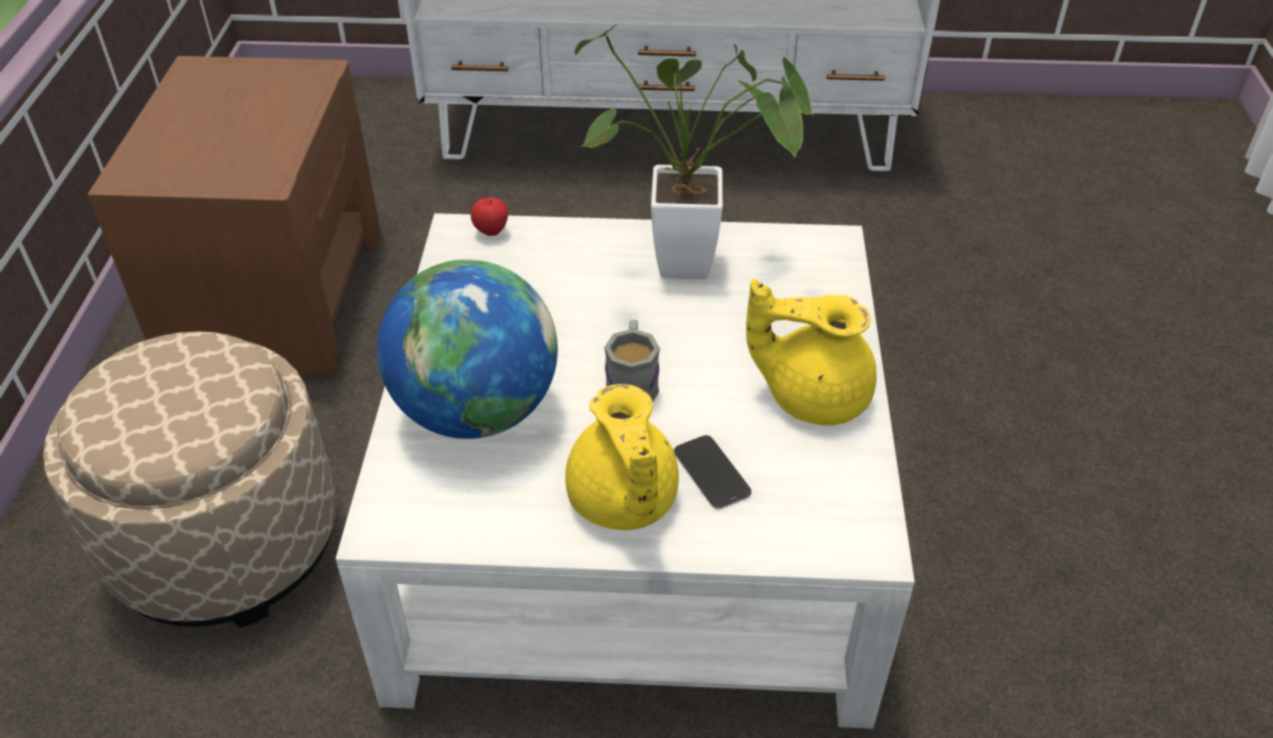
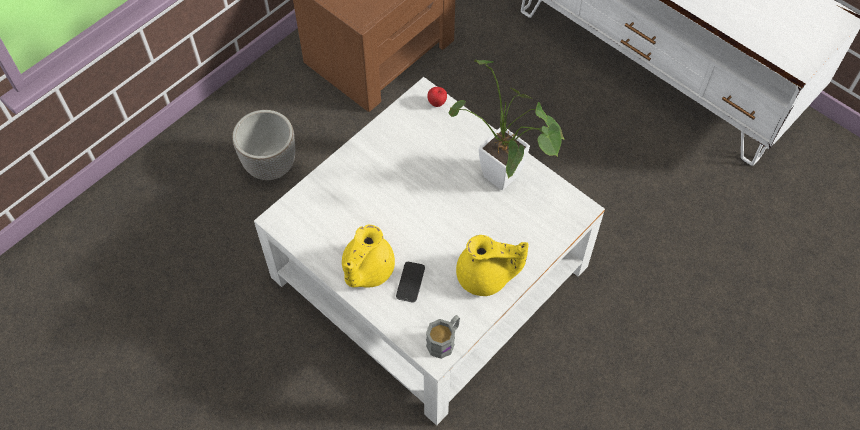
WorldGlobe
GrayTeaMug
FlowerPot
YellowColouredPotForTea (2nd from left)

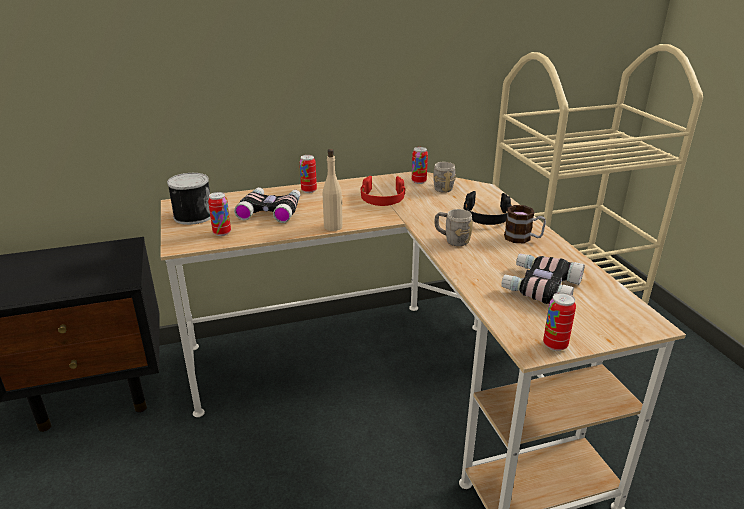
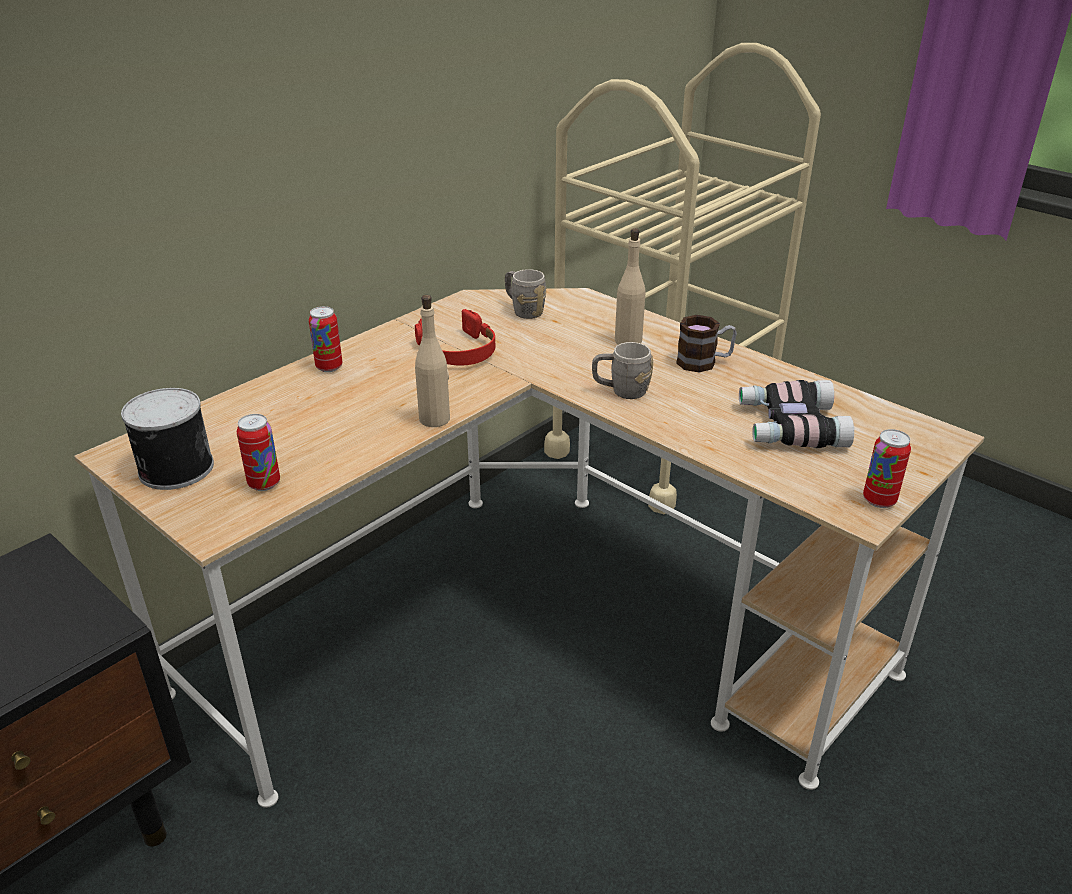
FieldGlasses (1st from left in the first image)
Can (4th from left in the first image)
BeigeDrinkBottle (2nd from left)

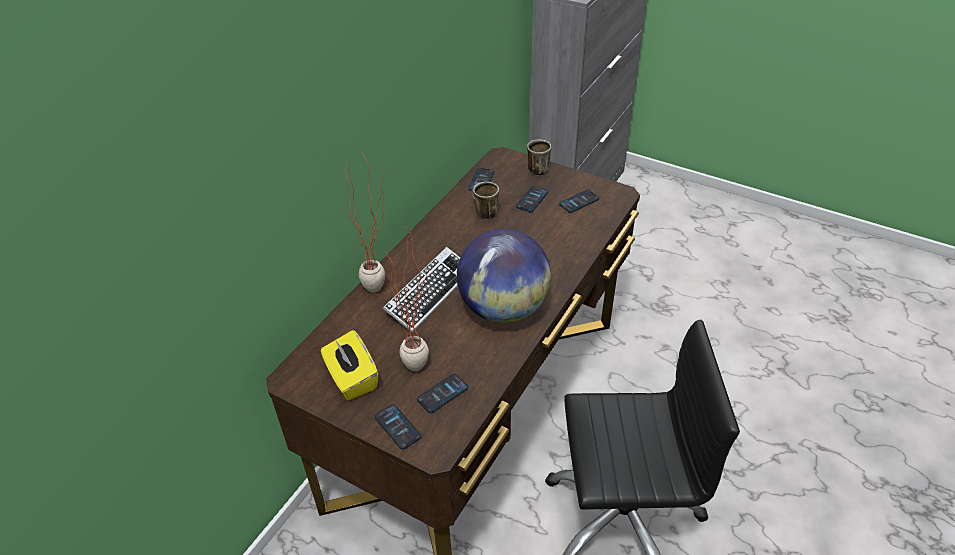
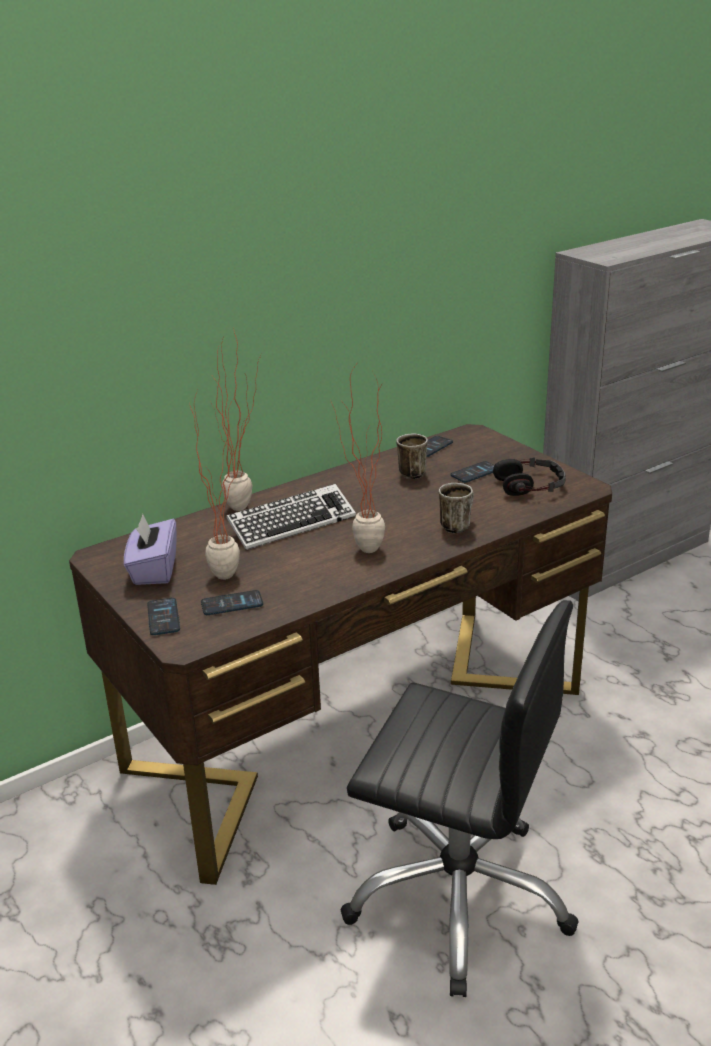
TeaMug (2nd from left)
PottedPlant (3rd from left)
Headset
PurplishTissueBox

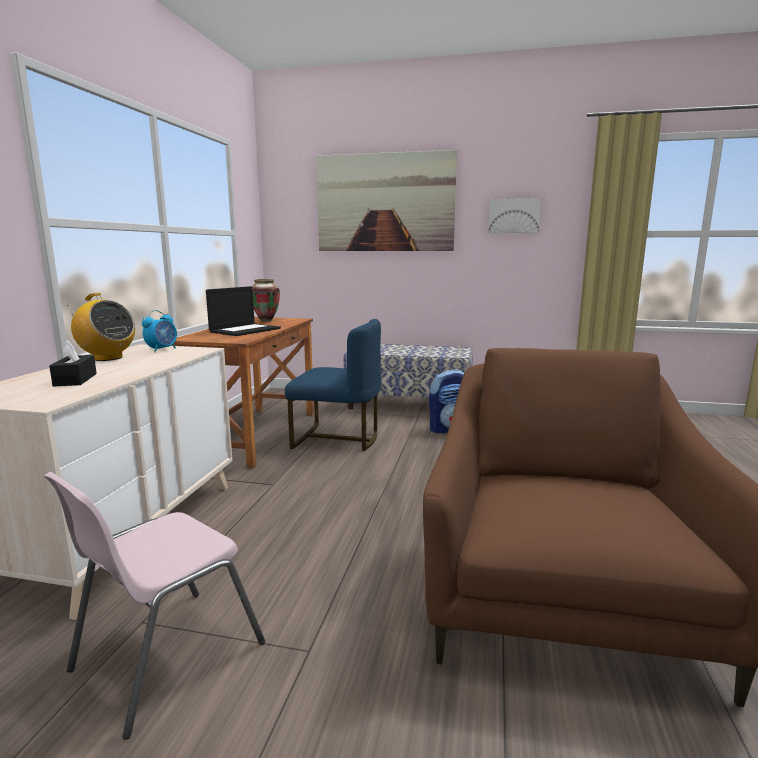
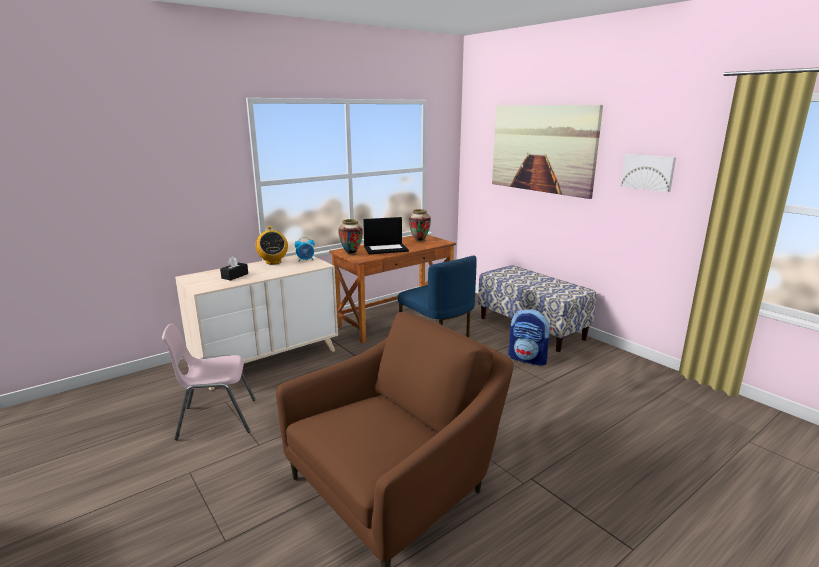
DecorativeVase (1st from left)

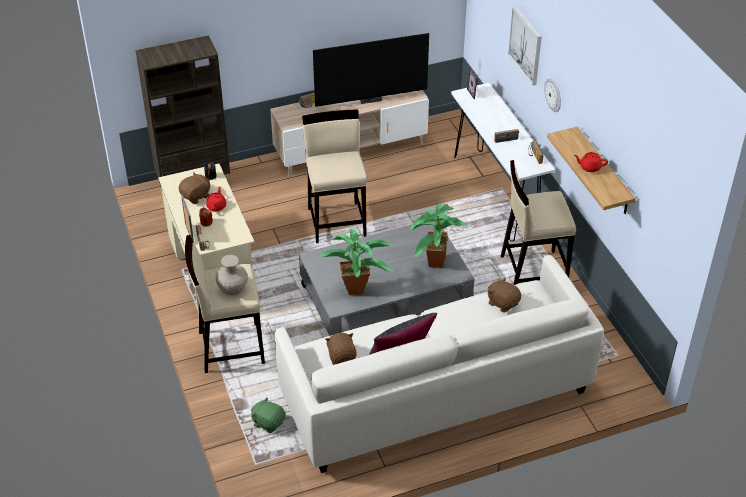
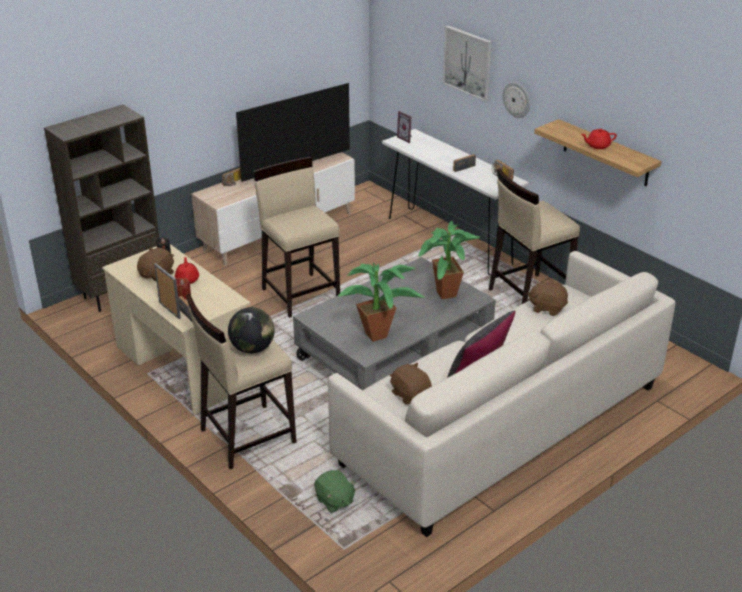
WorldGlobe
GreenColouredCuddlyToy

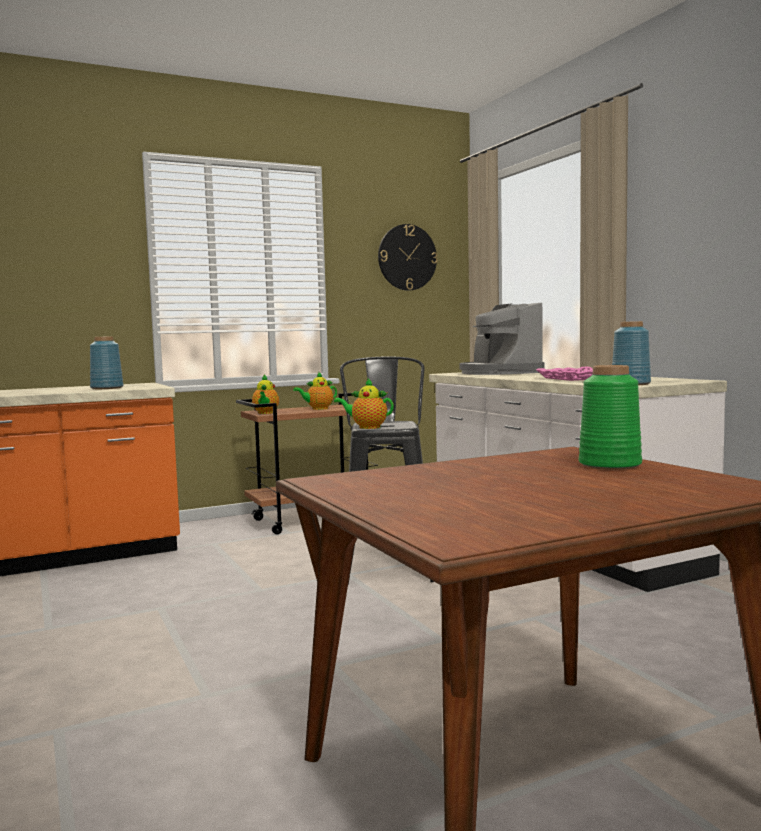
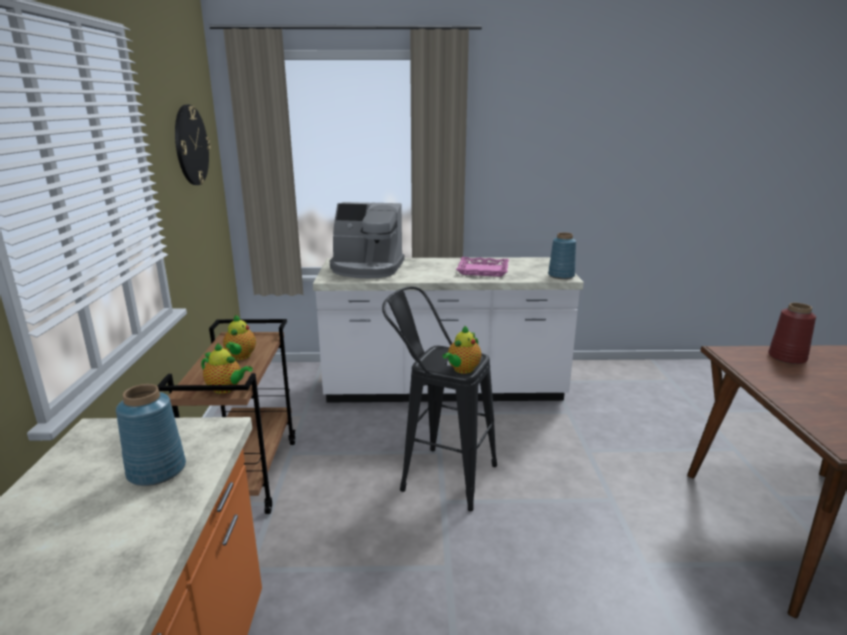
RedDecorativeVase

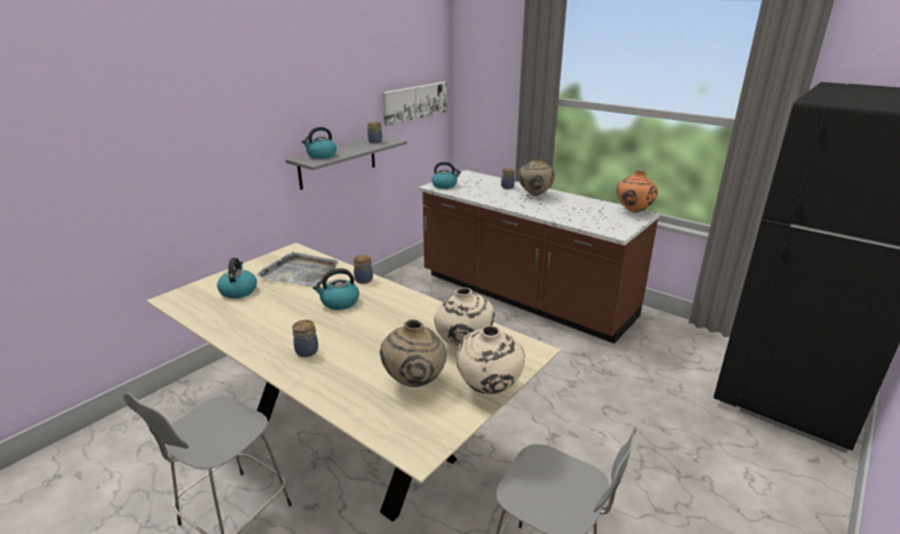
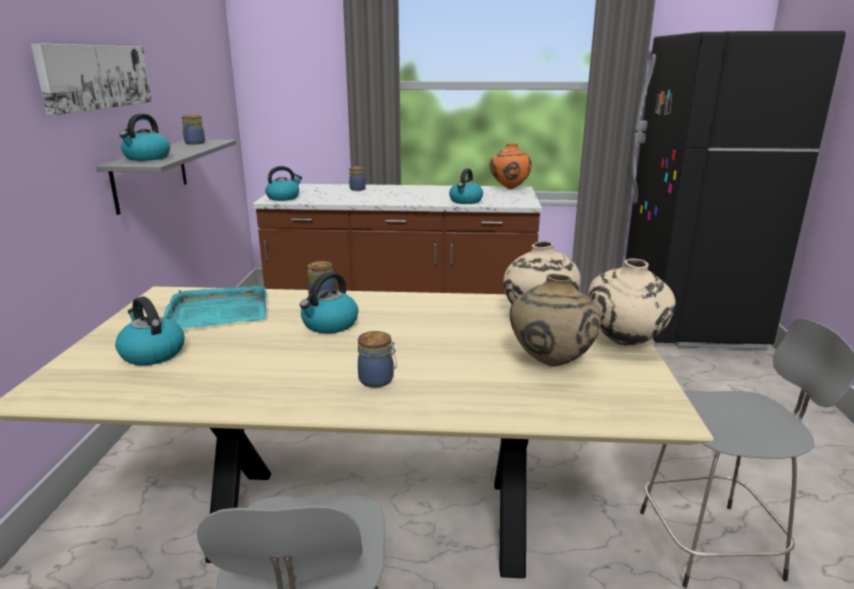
BeigeDecorativeVase (4th from left in the first image)
TeaKettle (5th from left)
WallArt
TurquoiseCarryingTray

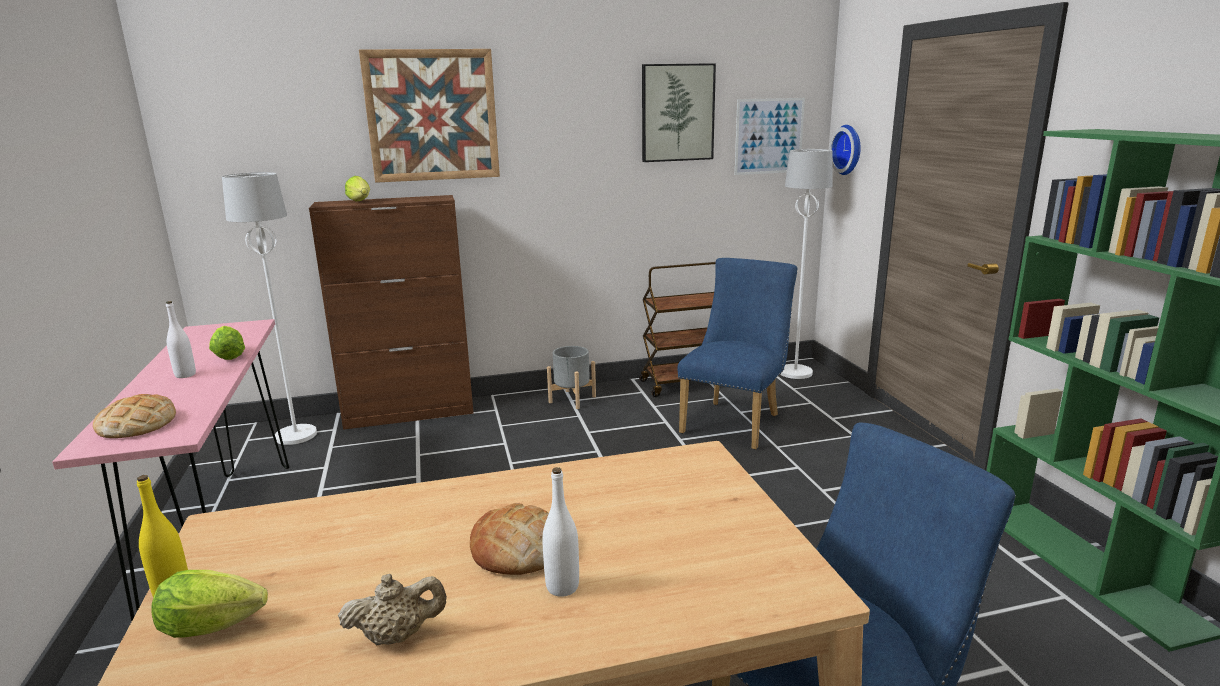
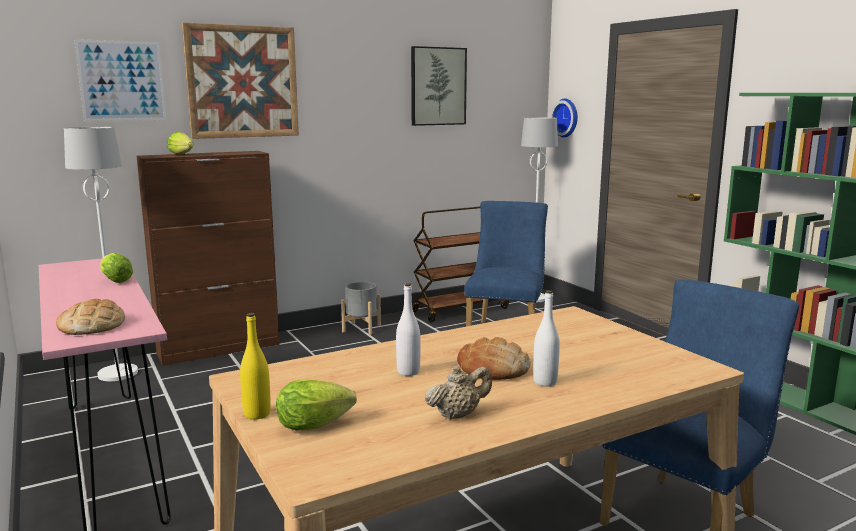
WhiteDrinkBottle (1st from left)
WallArt (1st from left)

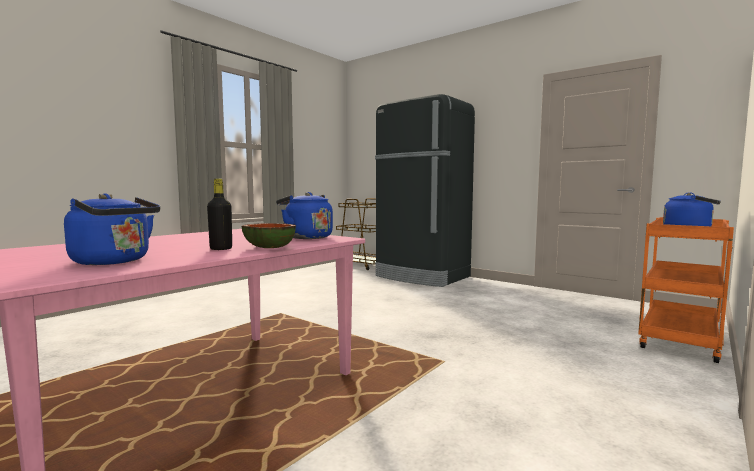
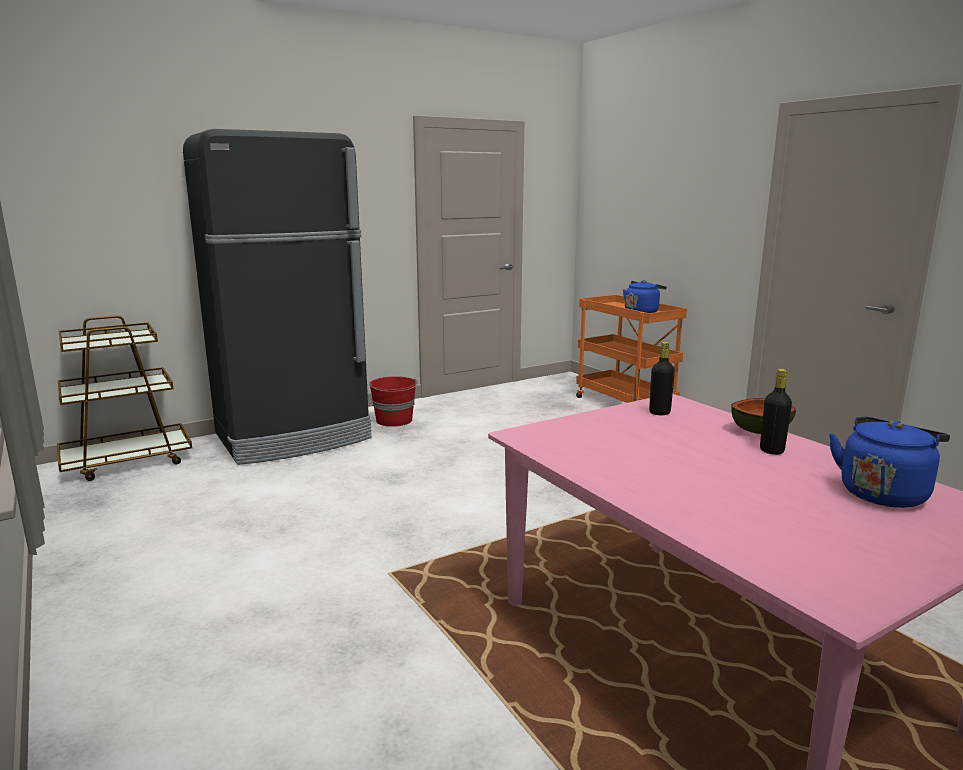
RedWaterBucket
BlackColouredDrinkBottle (1st from left)

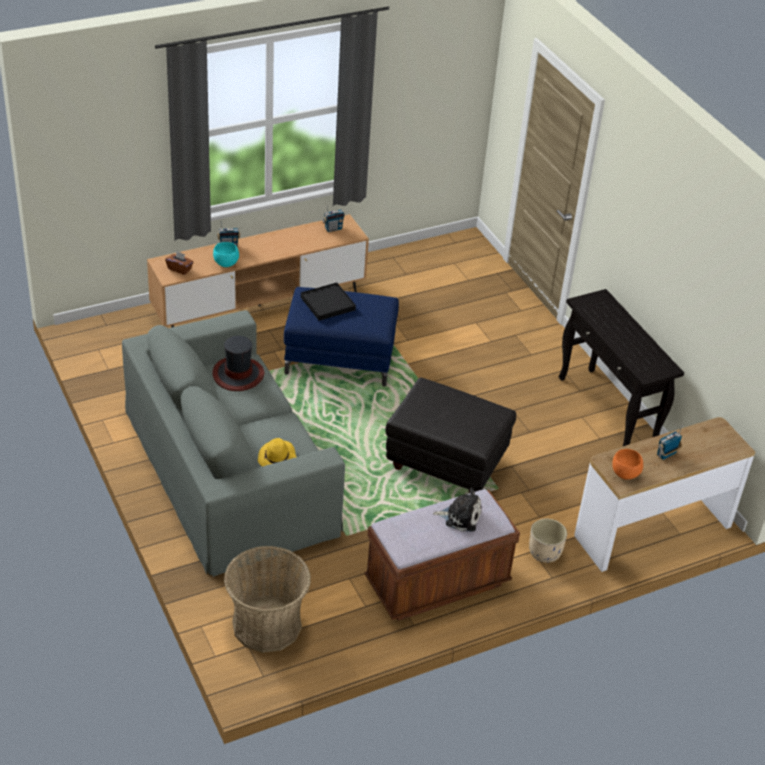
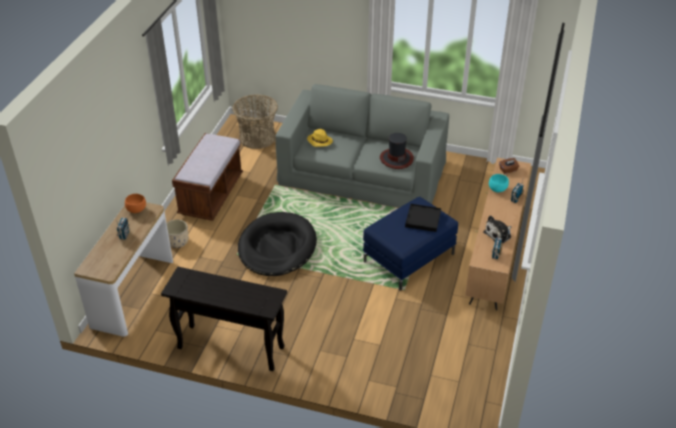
CuddlyToy
BlackColouredDogCushion

